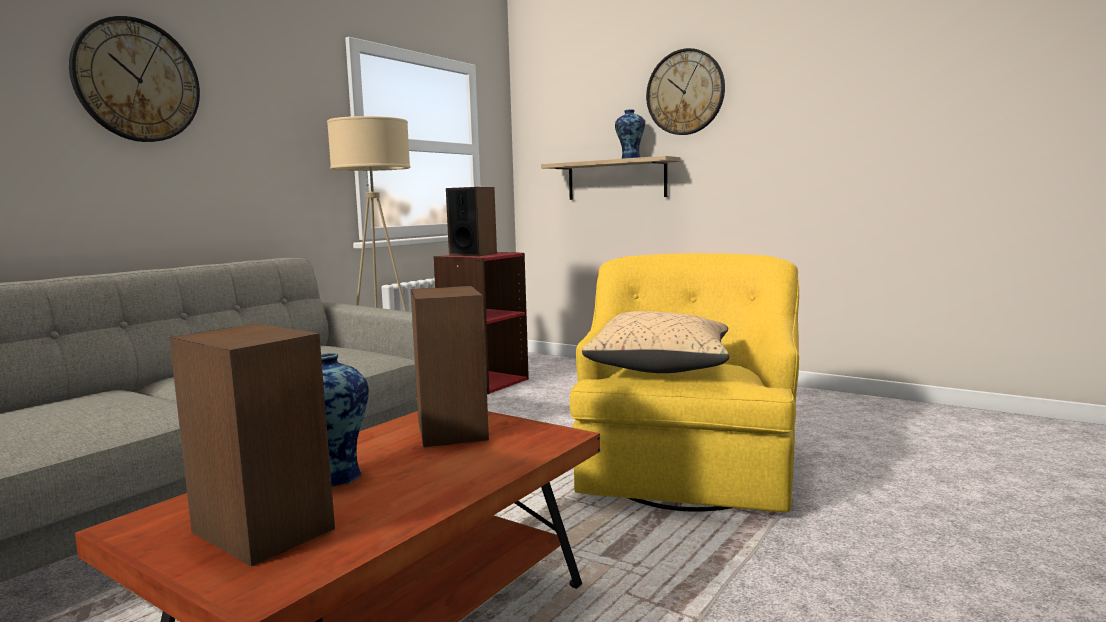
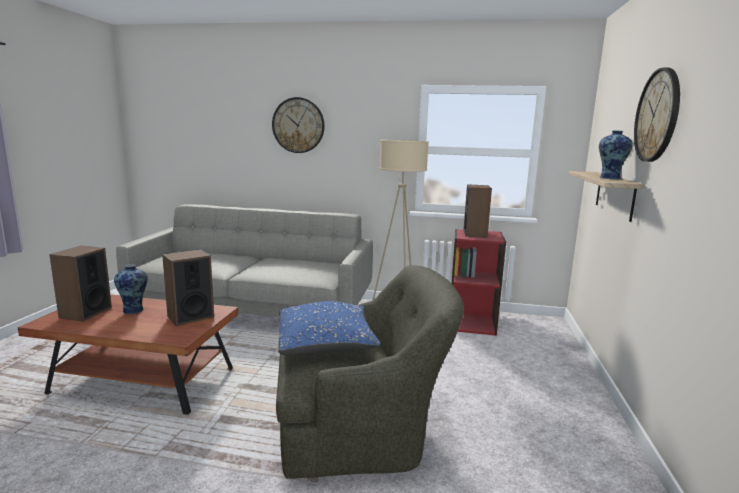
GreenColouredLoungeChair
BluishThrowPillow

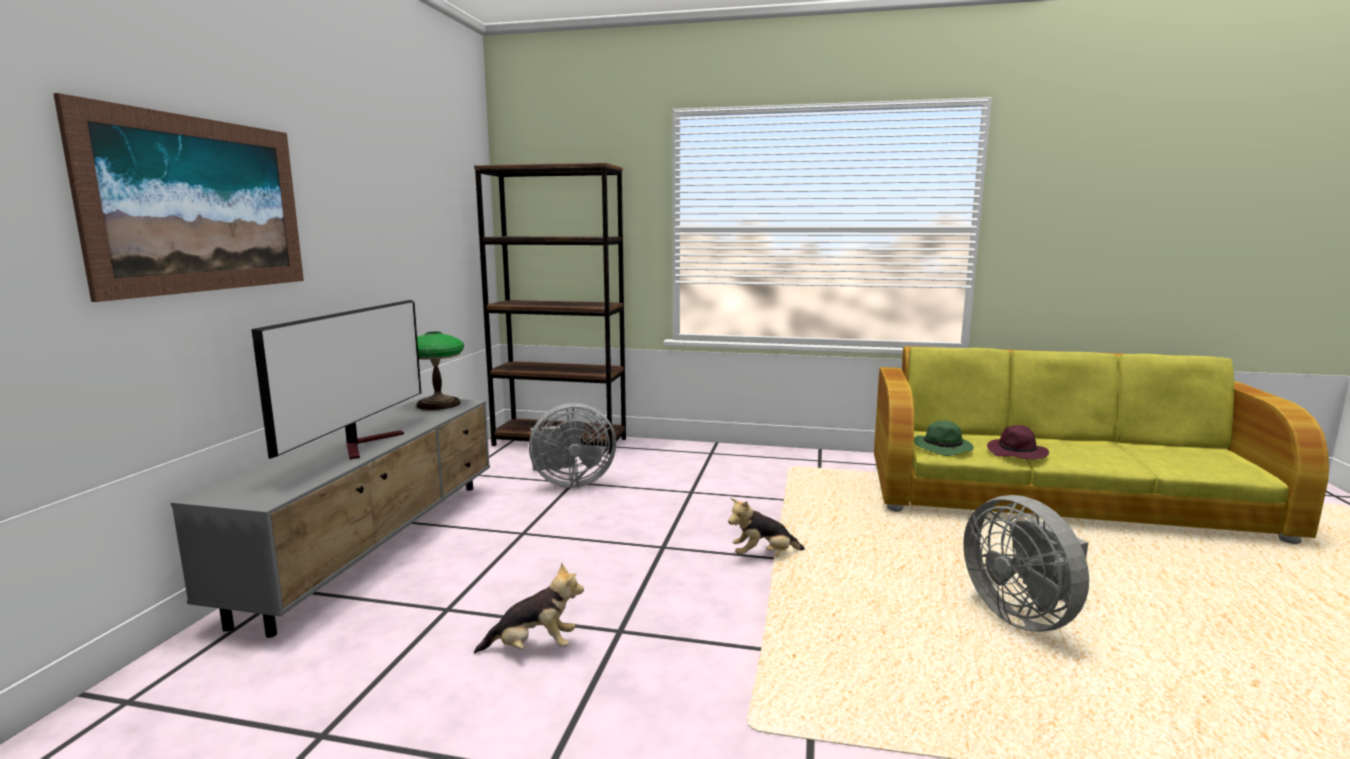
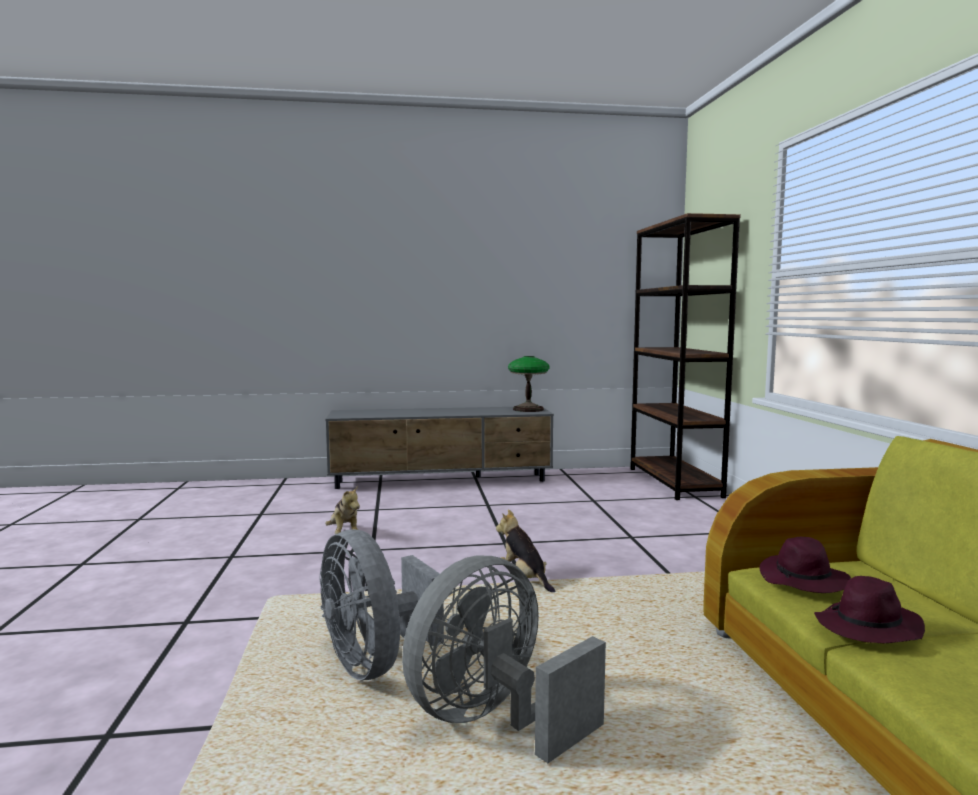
WallArt
Television
GrayCoolingFan (1st from left)
PurplishClothingHat (1st from left)

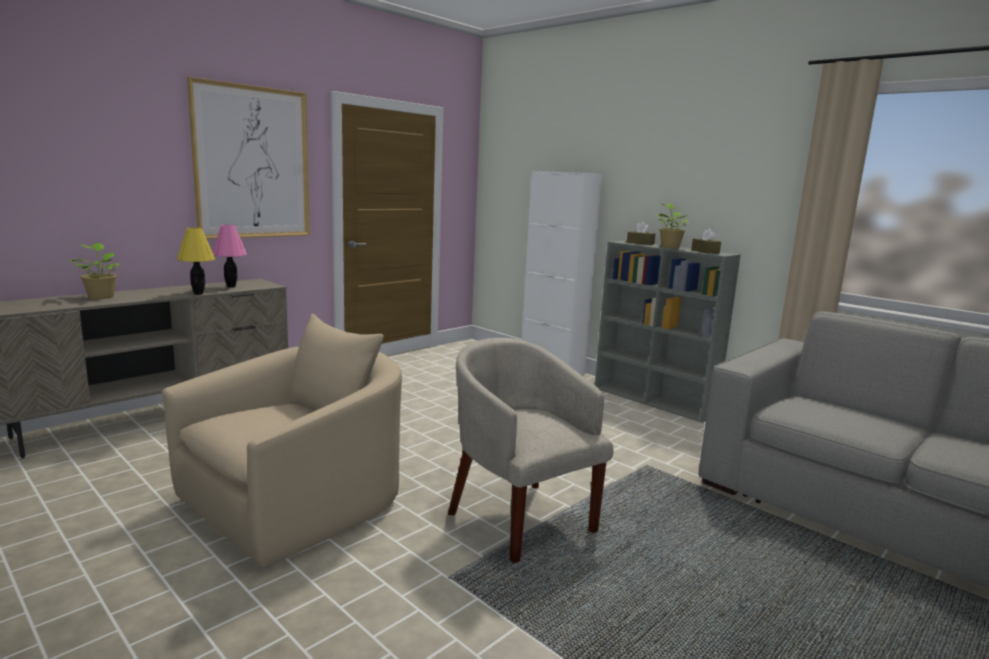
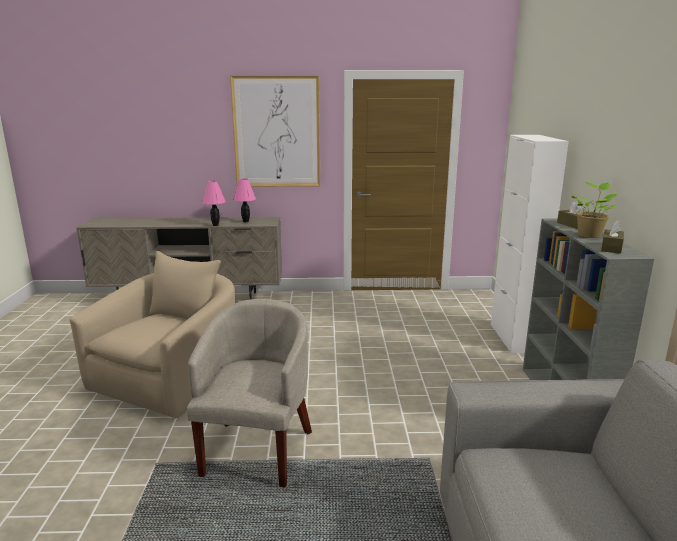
PottedPlant (1st from left in the first image)
PinkTableLamp (1st from left)
BeigeLoungeChair (1st from left)

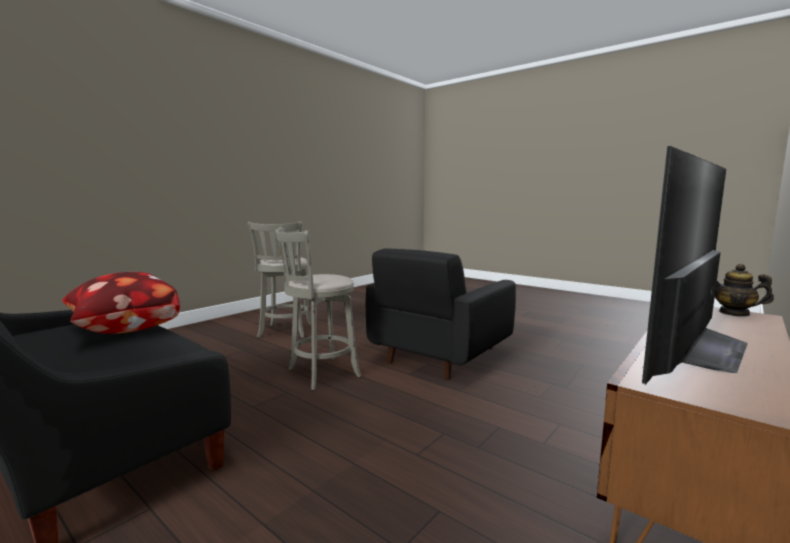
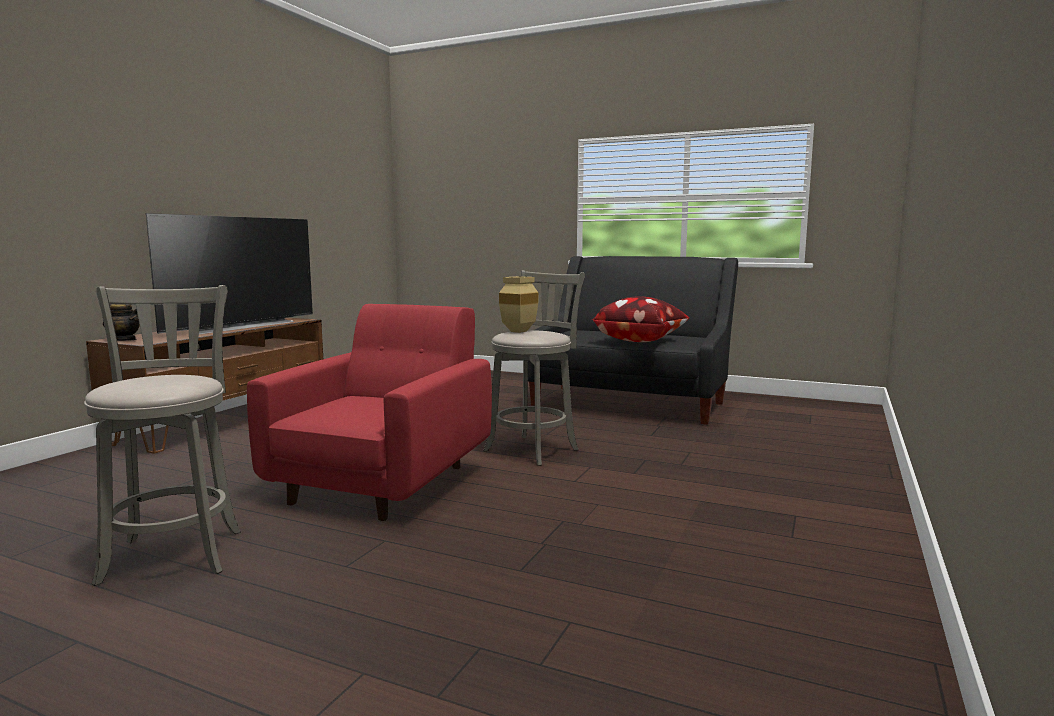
BeigeDecorativeVase
GrayStool (1st from left)
RedLoungeChair

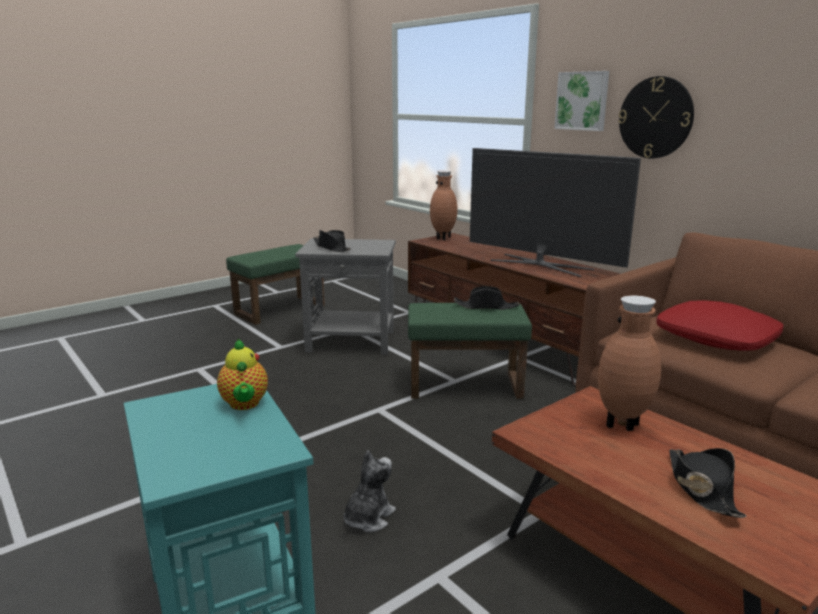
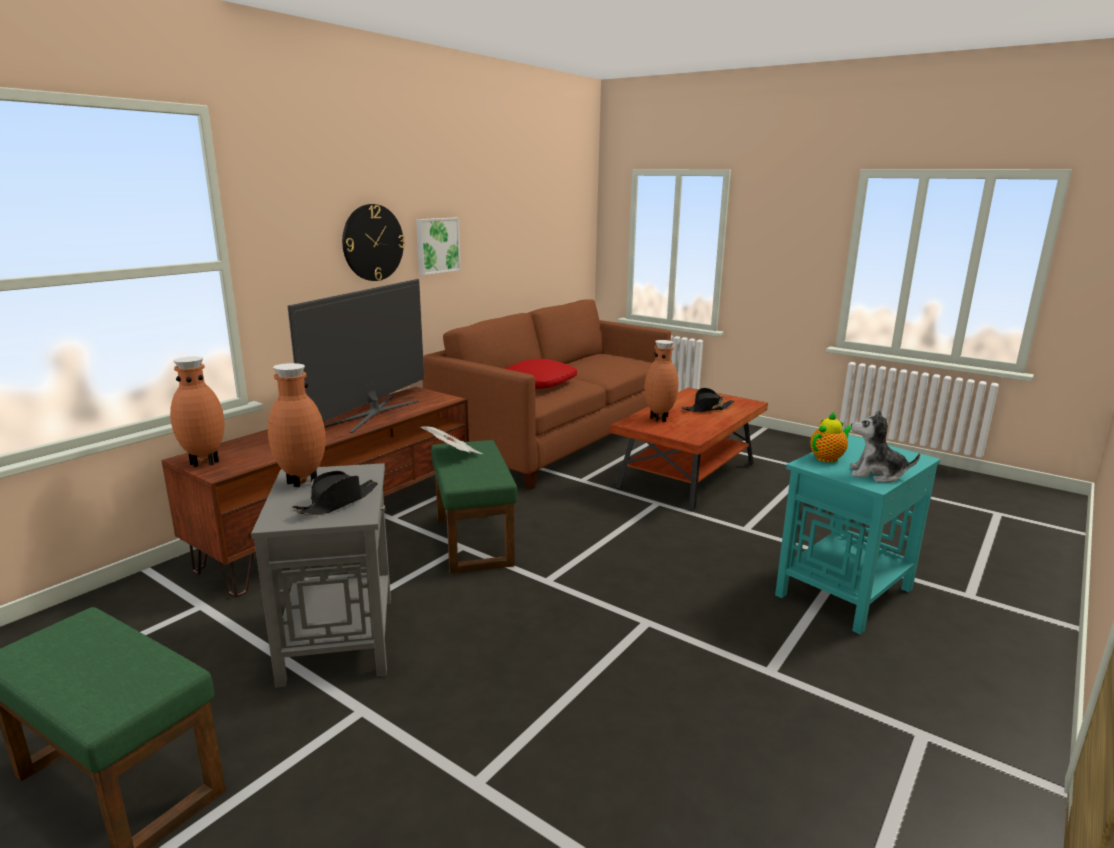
BrownishDecorativeVase (2nd from left)
CuddlyToy
WallArt
PrintedPaper

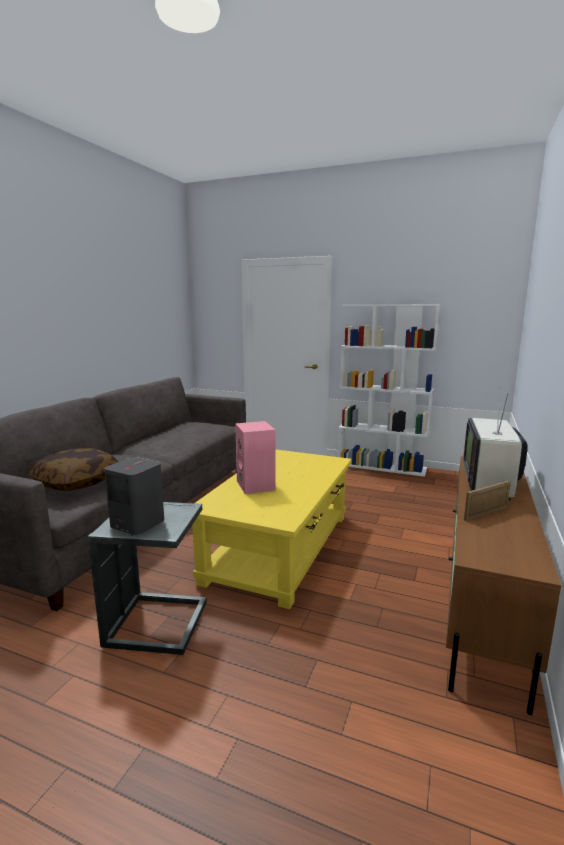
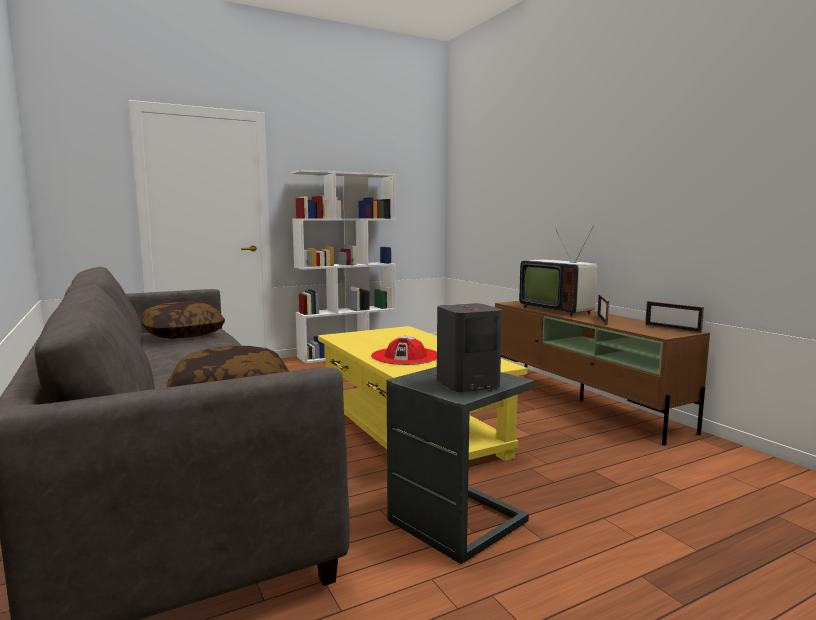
ThrowPillow (1st from left)
StandingFrame (2nd from left)
RedClothingHat

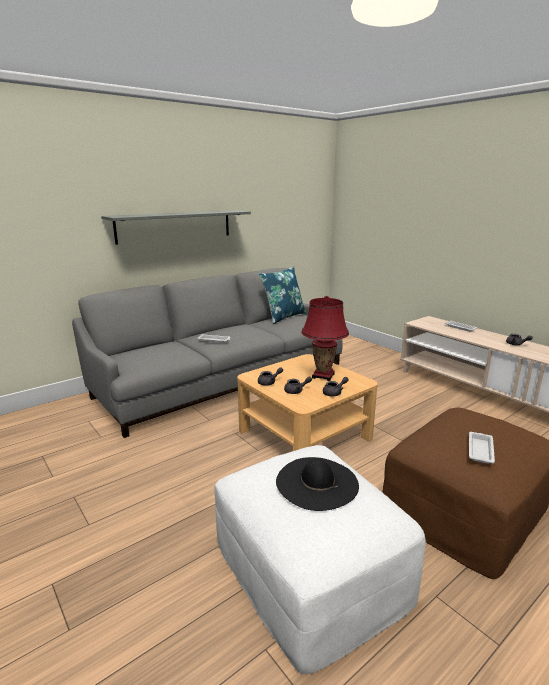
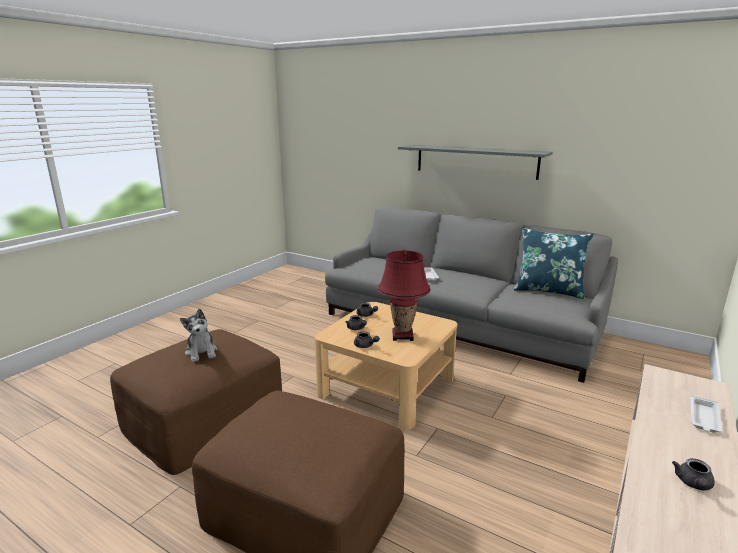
WhiteCarryingTray (3rd from left in the first image)
CuddlyToy
BrownishPouffe (1st from left)

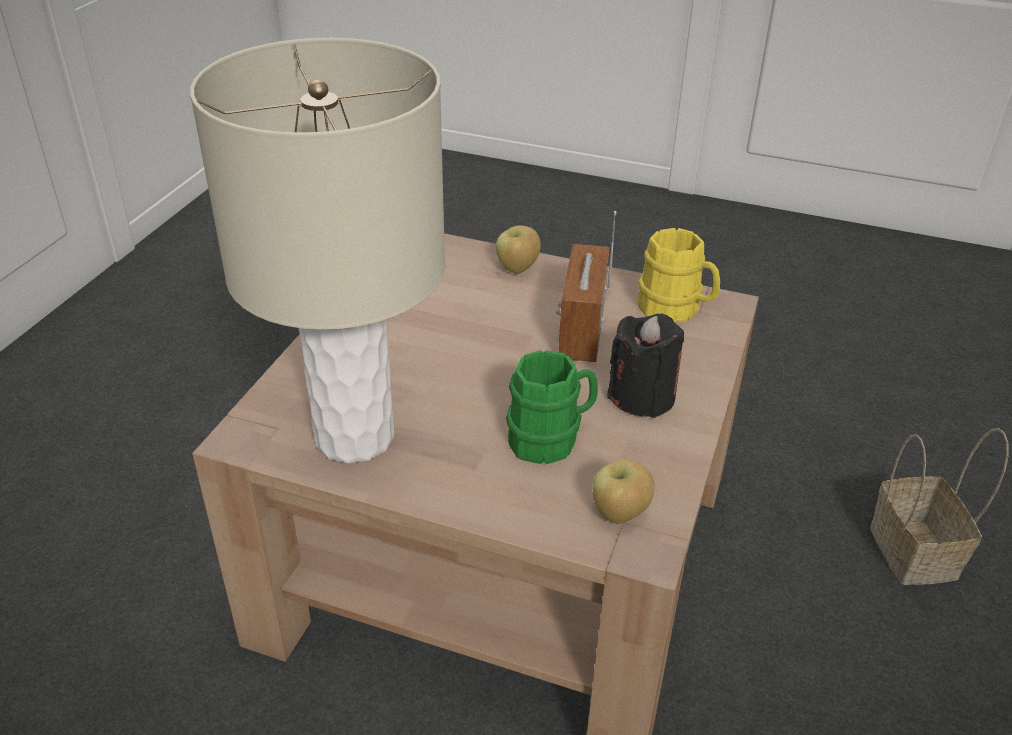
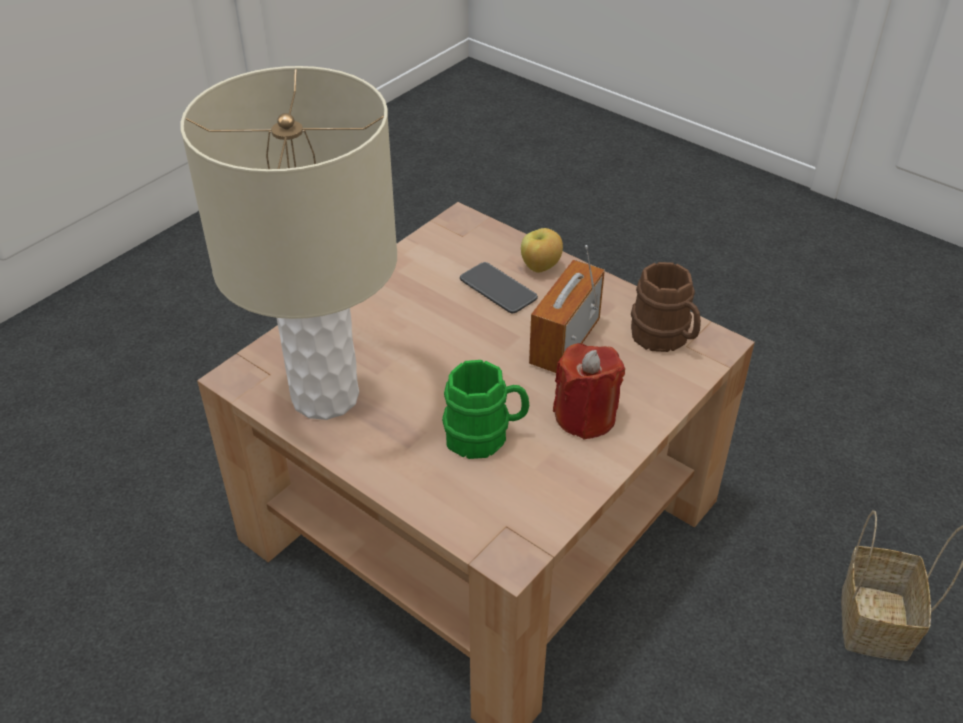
WholeApple (2nd from left in the first image)
Handset
RedCandle
BrownishTeaMug

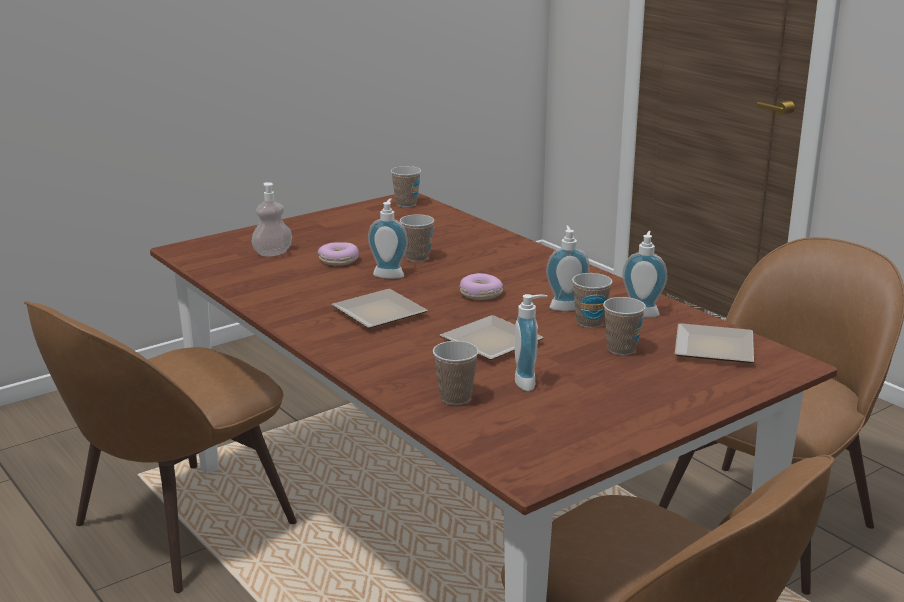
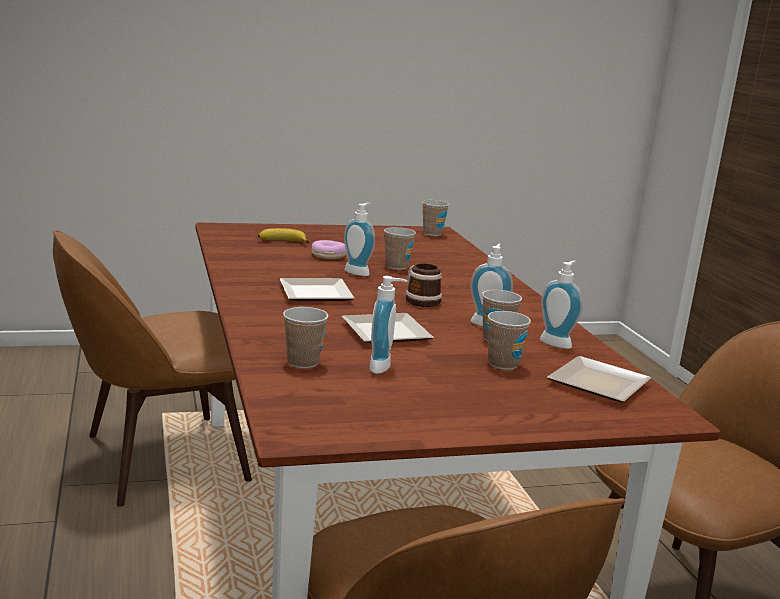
WholeBanana
TeaMug

